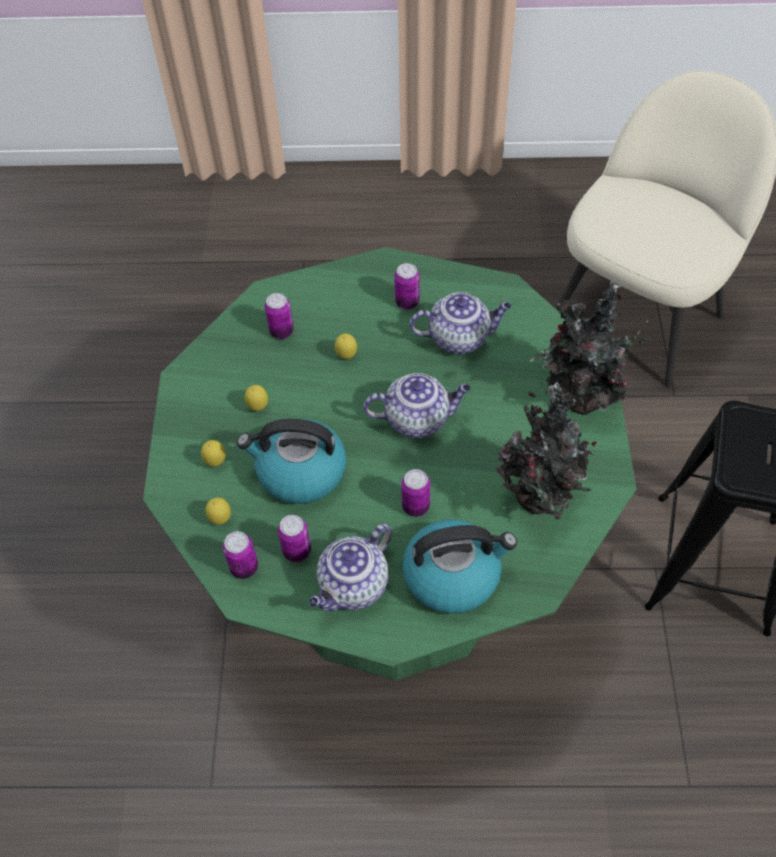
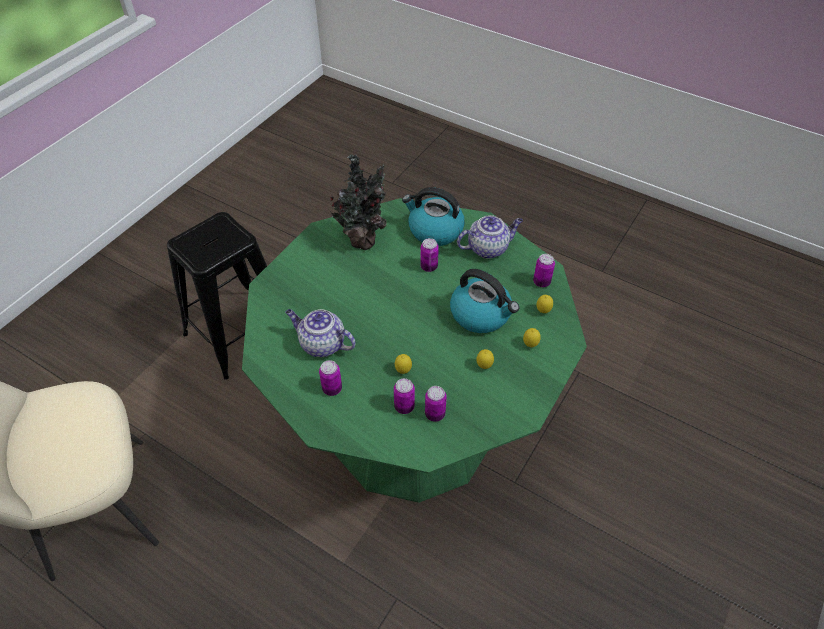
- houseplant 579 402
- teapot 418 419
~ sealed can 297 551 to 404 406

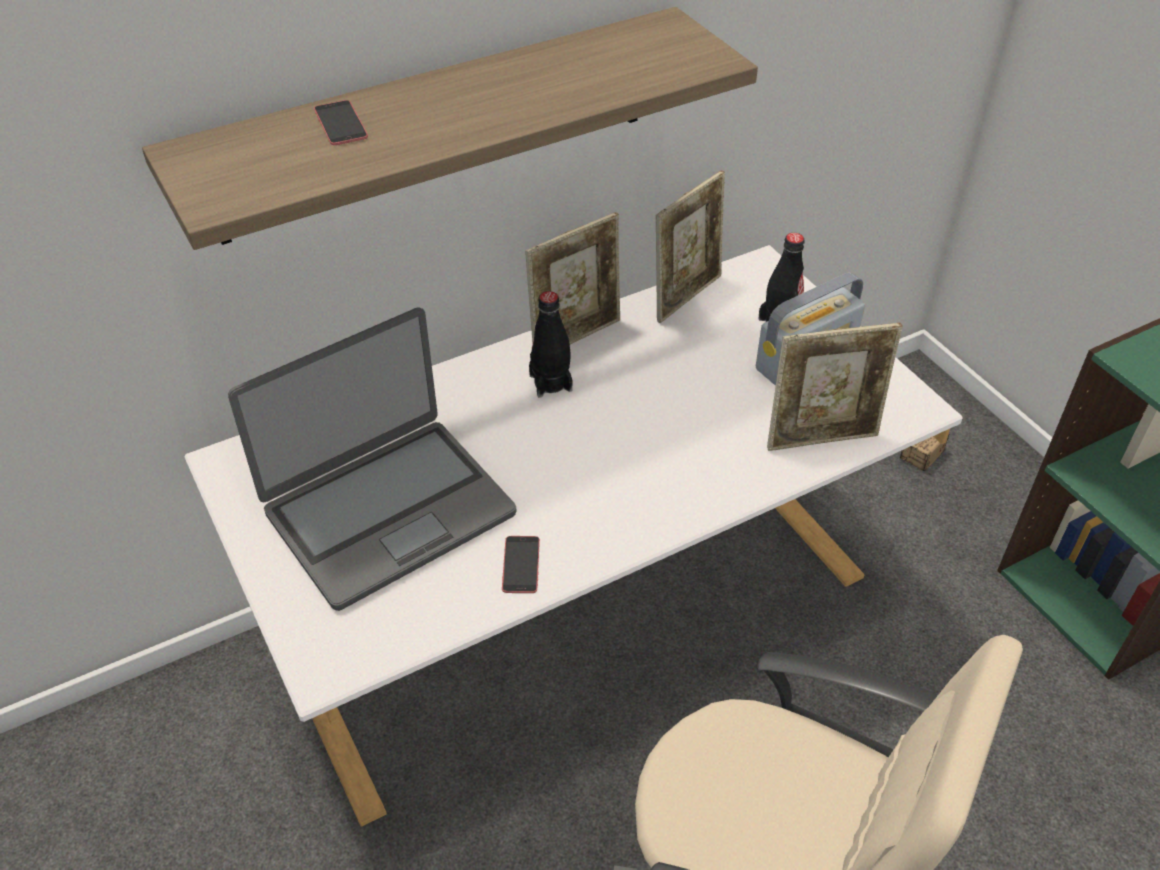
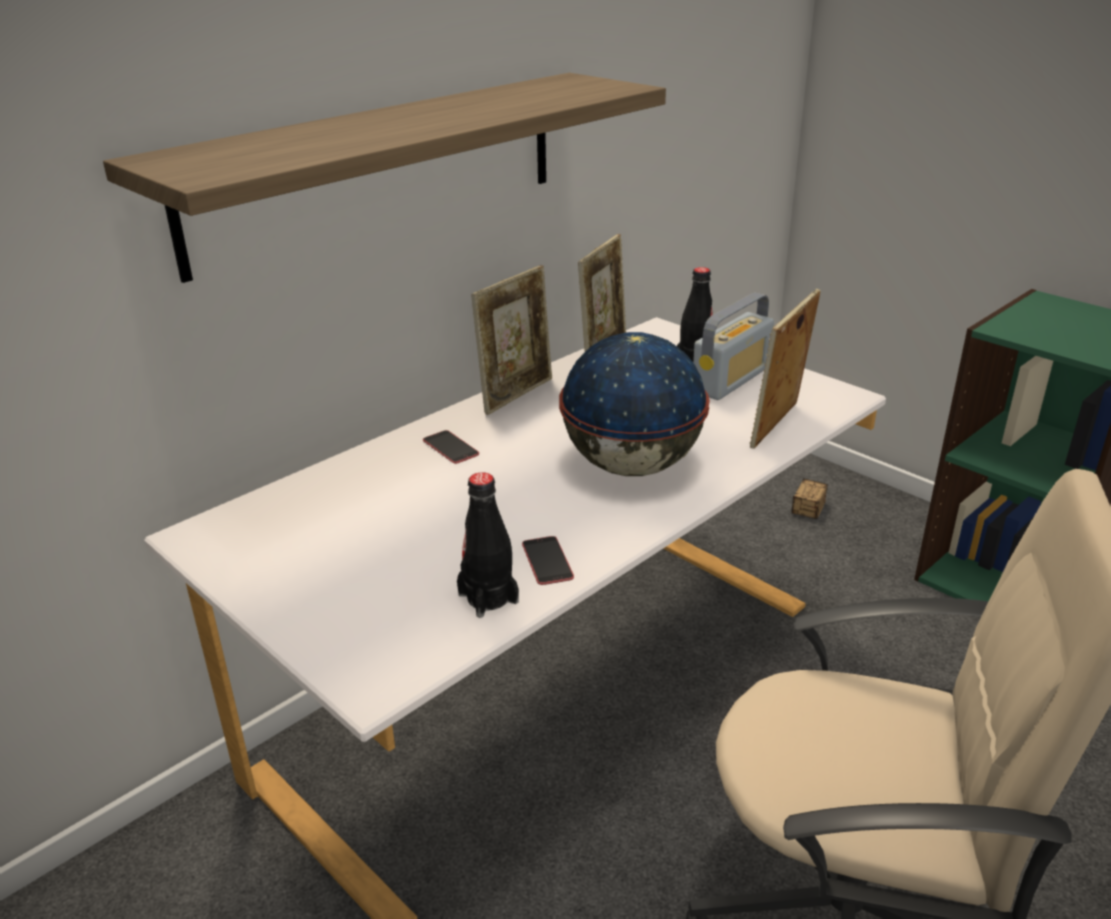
~ handset 340 123 to 450 447
~ bottle (black) 550 382 to 488 598
- portable computer 388 511
~ standing frame 822 438 = 778 427 150 degrees clockwise
+ world globe 630 466

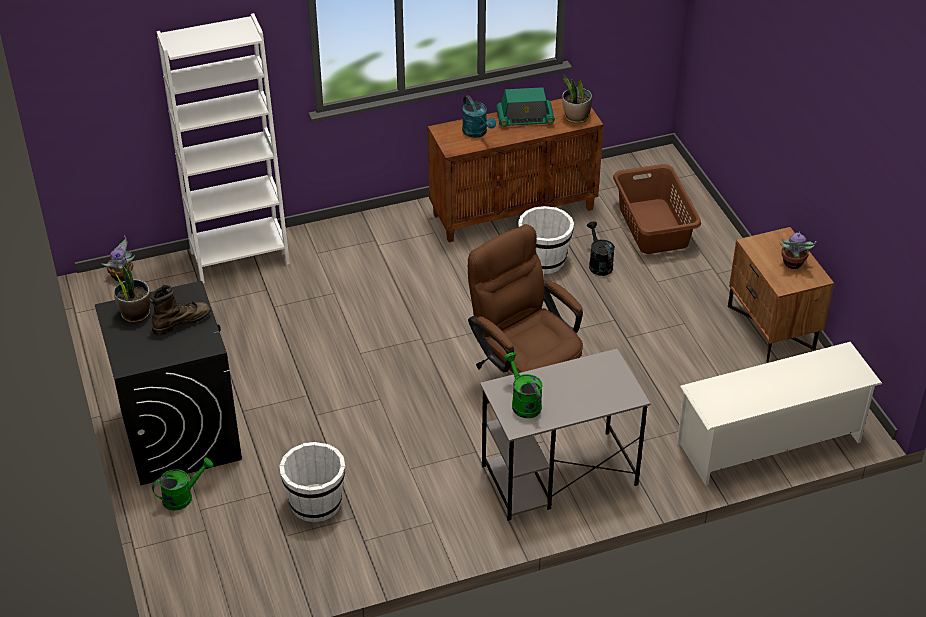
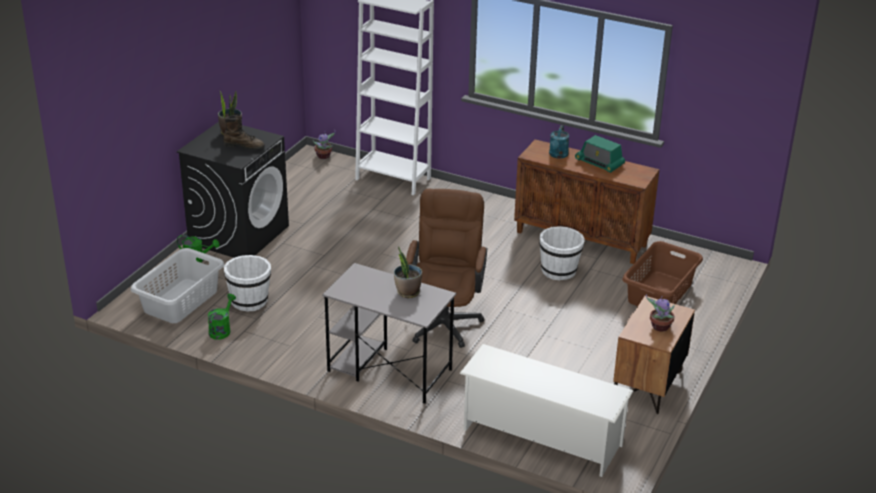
~ houseplant 576 117 to 407 292
- sprinkling can (black) 598 263
~ sprinkling can (green) 523 402 to 221 330
+ washing basket (greyish) 181 301

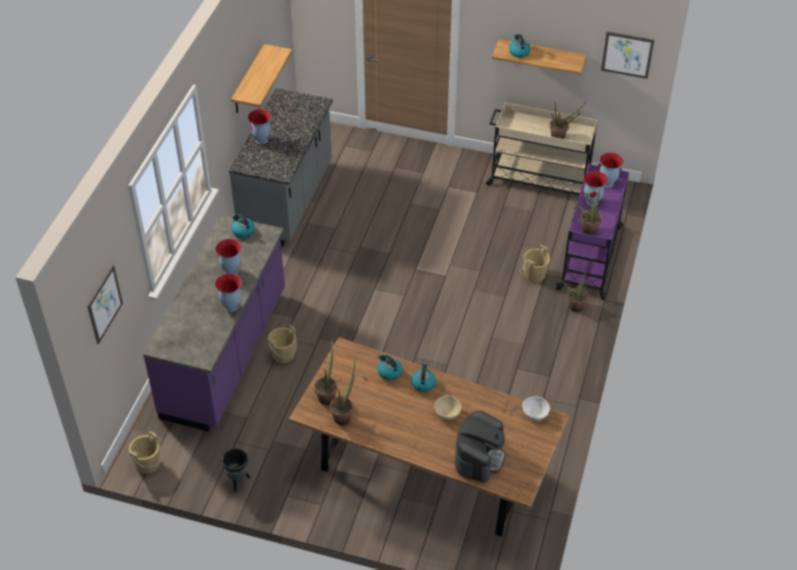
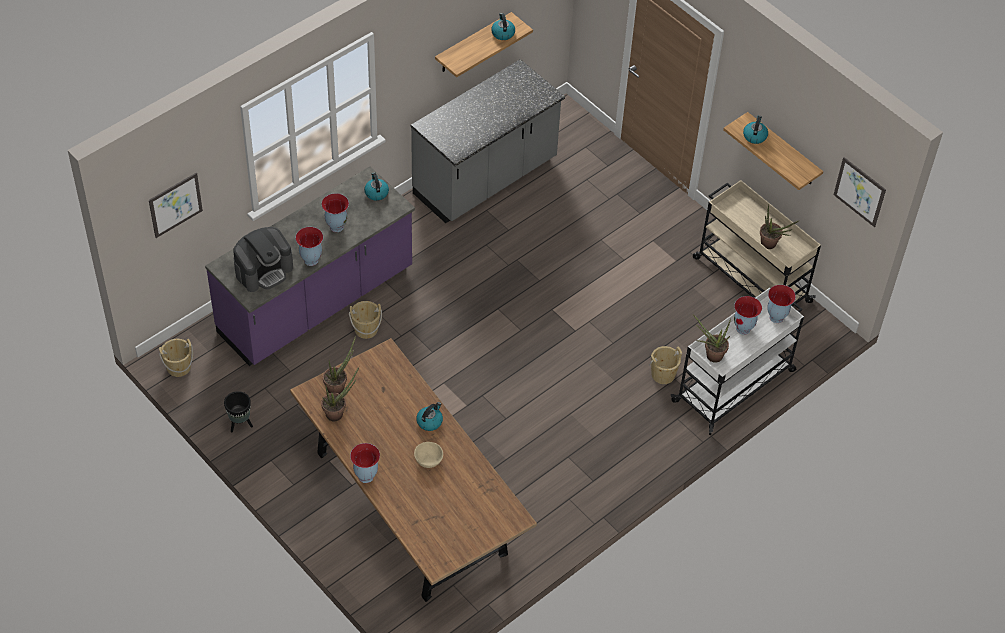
~ vase 262 140 to 366 477
~ trolley (purplish) 590 257 to trolley (white-coloured) 735 385
- houseplant 573 308
~ kettle 389 372 to 502 33
- bowl (white-coloured) 534 414
~ coffee maker 479 457 to 264 270

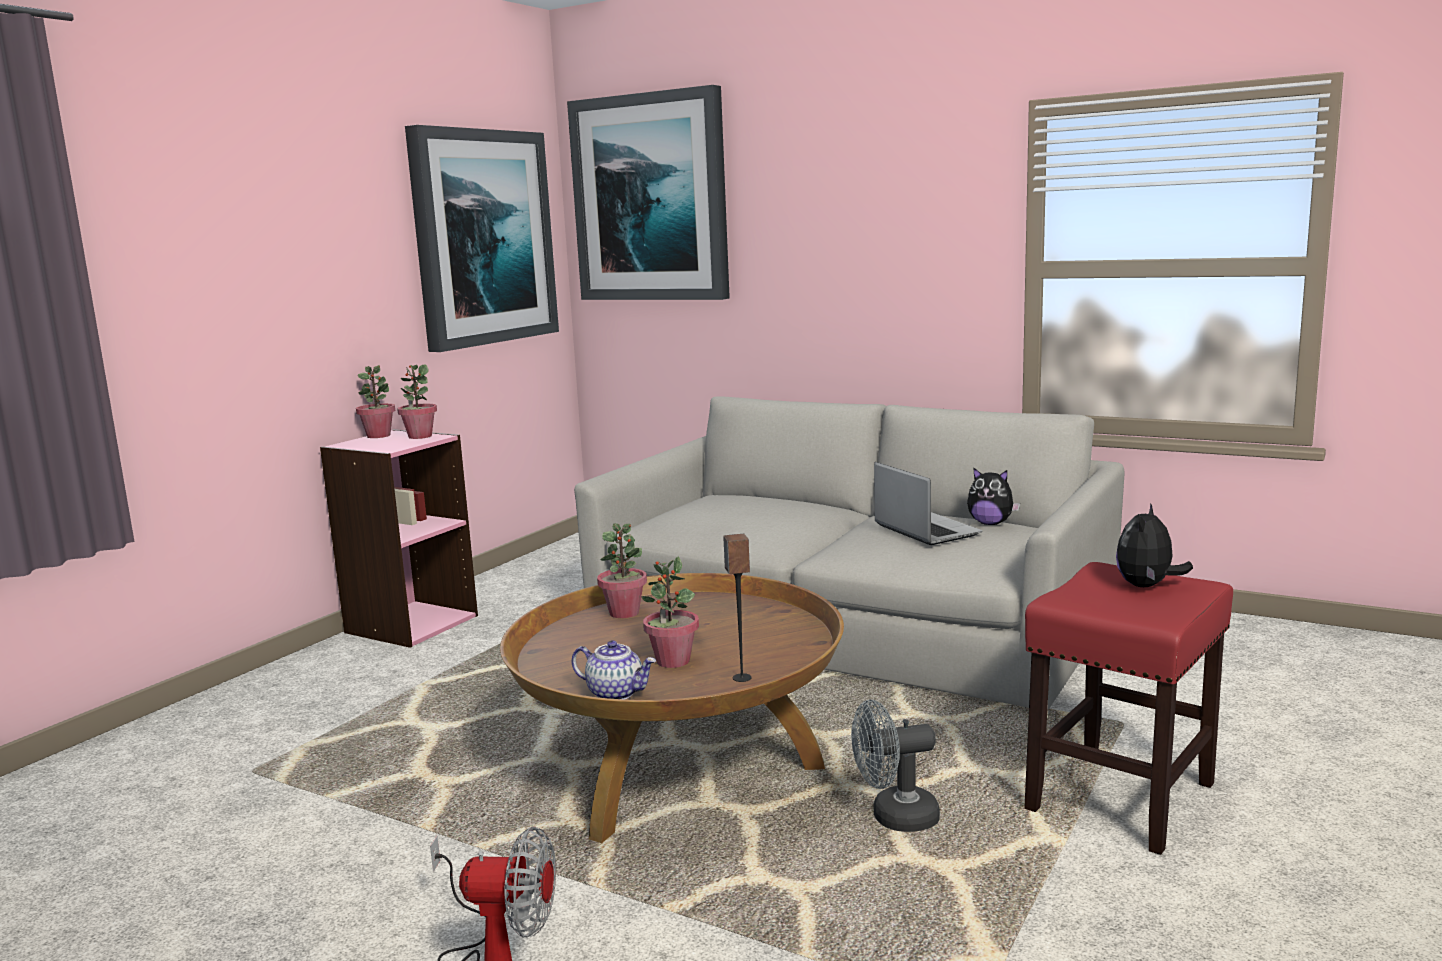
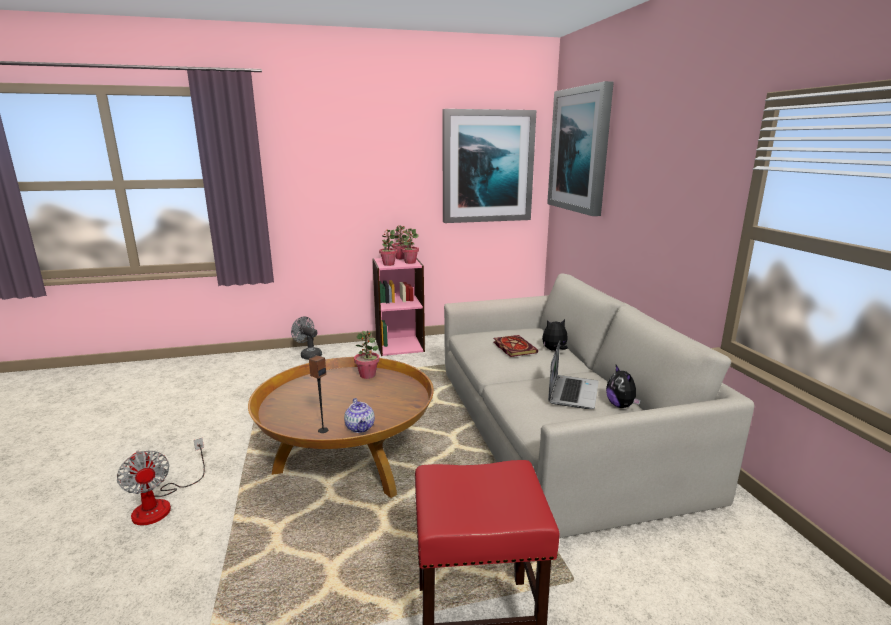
~ soft toy 1147 586 to 554 350
~ houseplant 672 661 to 388 264
~ teapot 616 693 to 360 427
~ fan (greyish) 894 818 to 308 355
+ volume 513 347

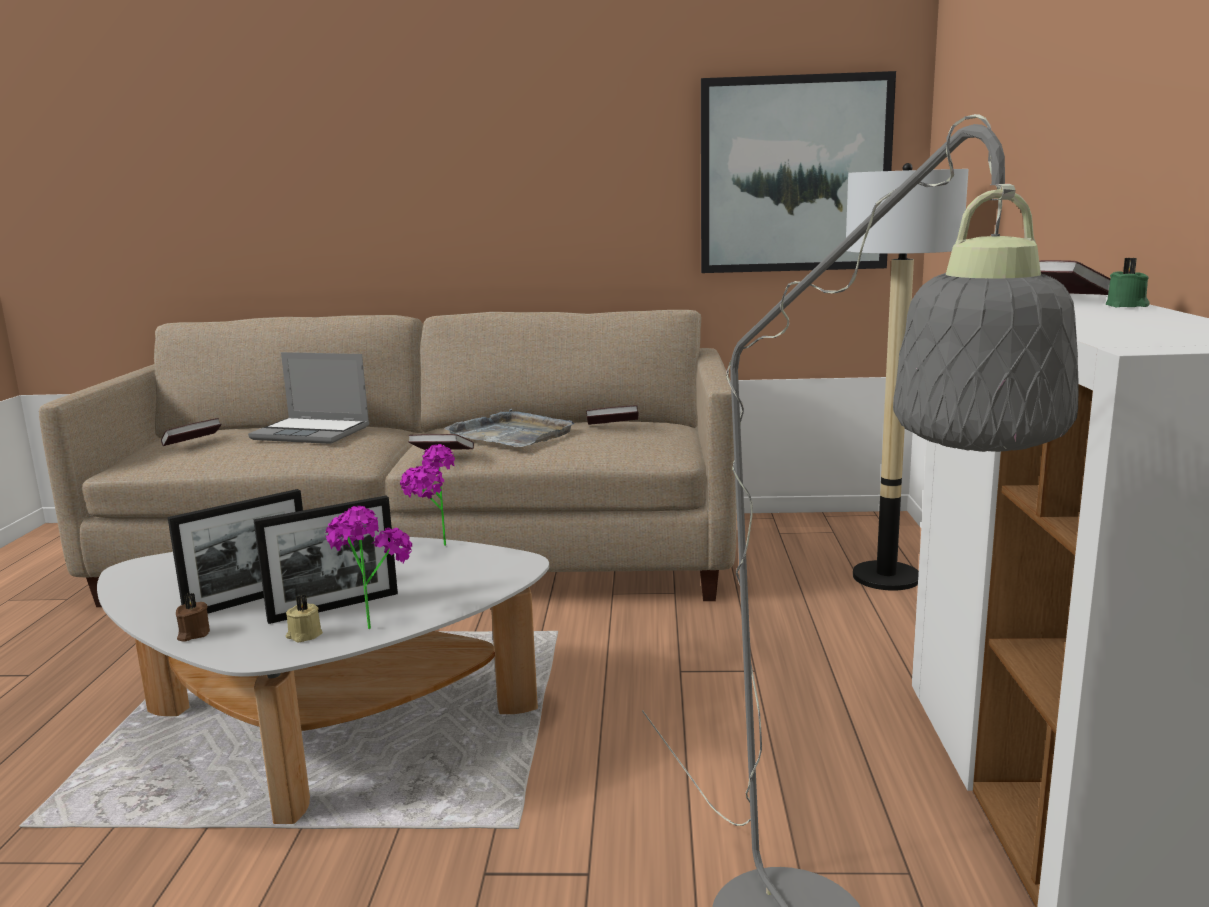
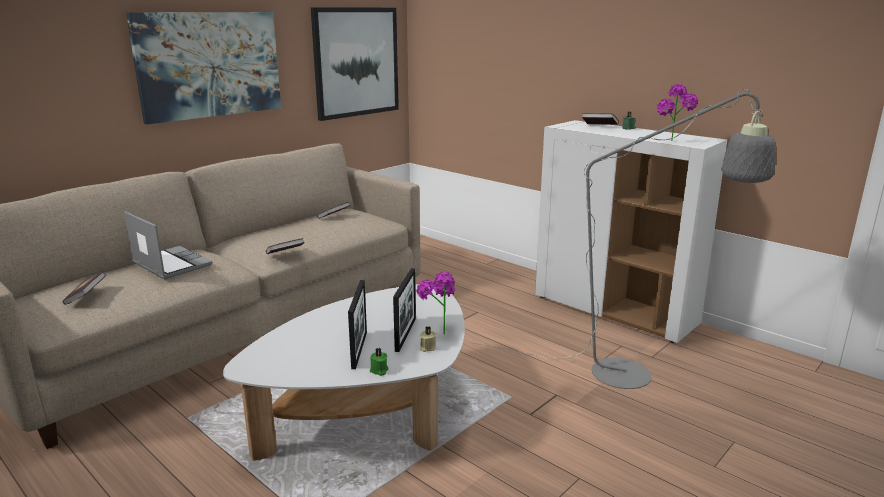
- standard lamp 885 577
~ portable computer 313 433 = 170 264 105 degrees counterclockwise
- tray (greyish) 512 434
~ houseplant 432 548 to 673 142
~ candle (brownish) 193 634 to candle (green) 379 371
+ wall picture 210 65

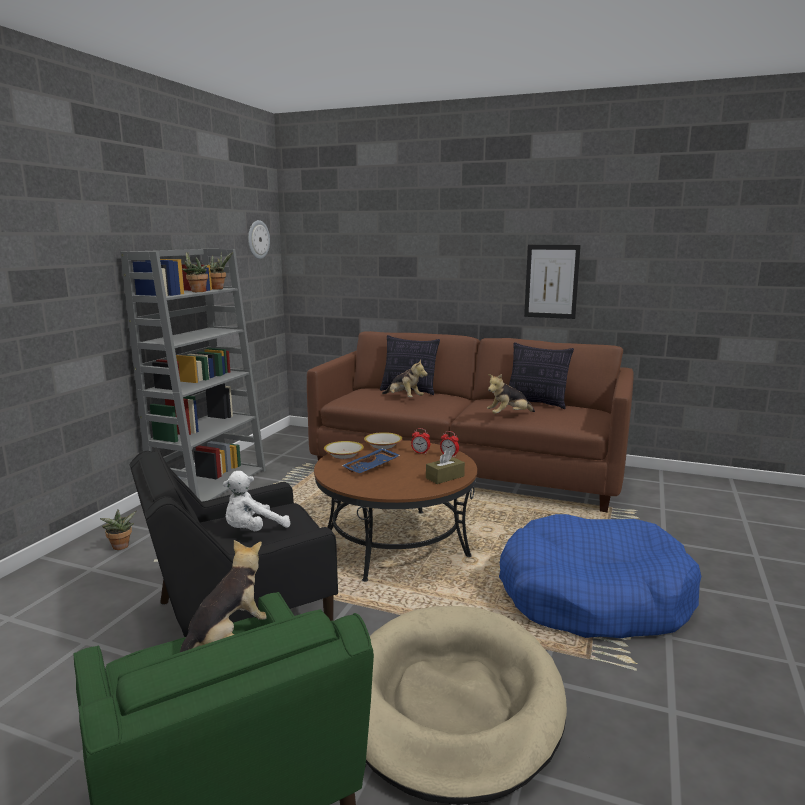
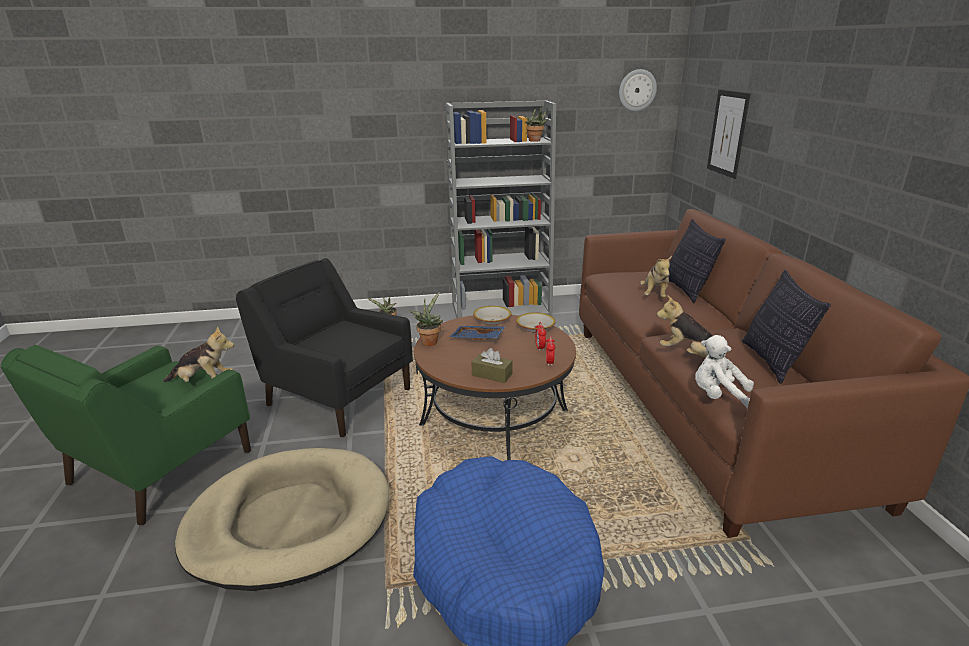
~ wall picture 551 281 to 727 133
~ houseplant 196 291 to 429 341
~ soft toy (white-coloured) 253 531 to 719 397

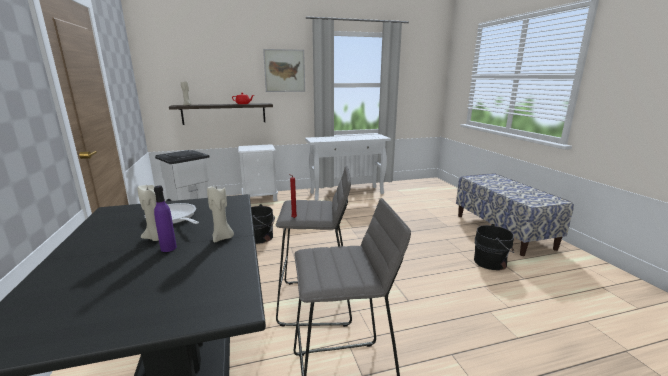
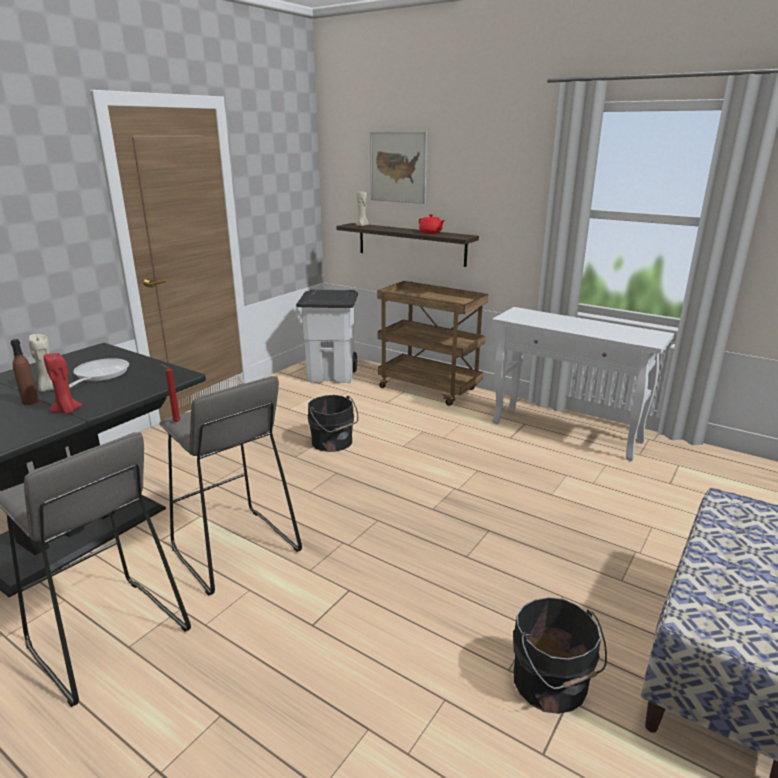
~ wall picture 284 71 to 398 167
~ night table (white-coloured) 260 198 to trolley (brownish) 430 389
~ bottle (purplish) 168 248 to bottle (brownish) 30 402
~ candle (beige) 222 238 to candle (reddish) 67 411

